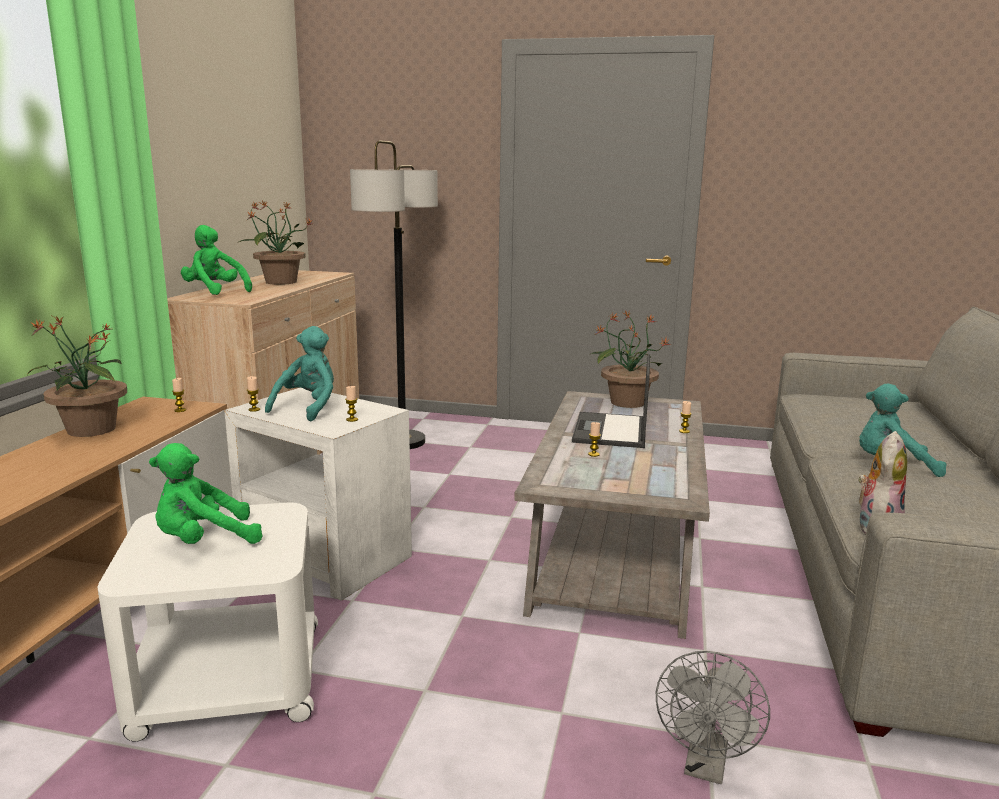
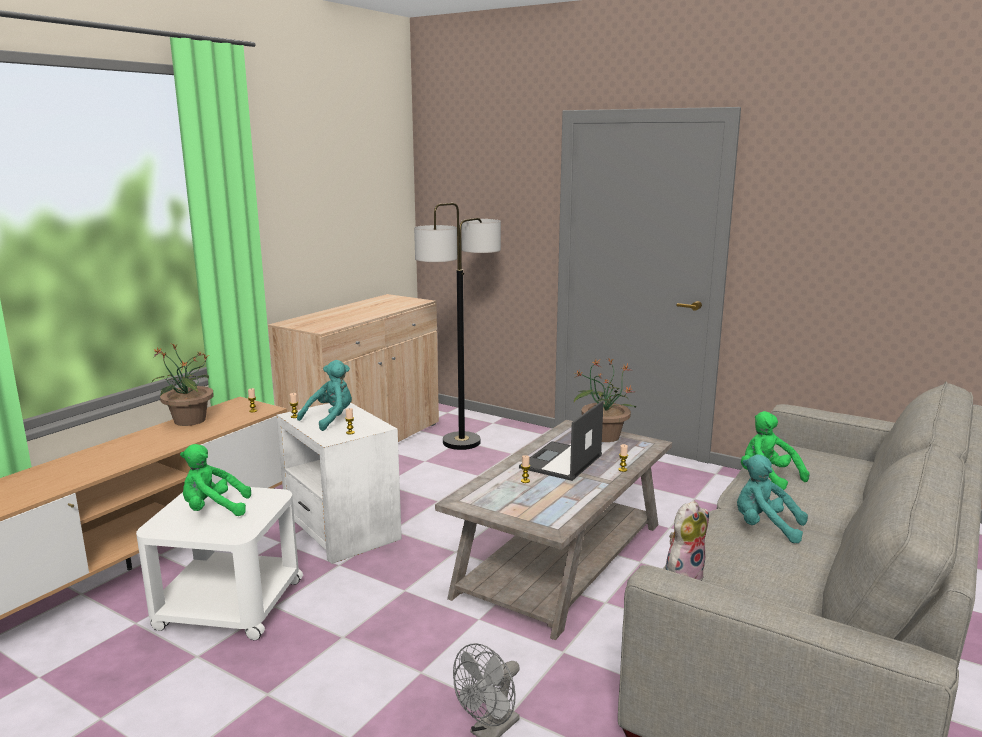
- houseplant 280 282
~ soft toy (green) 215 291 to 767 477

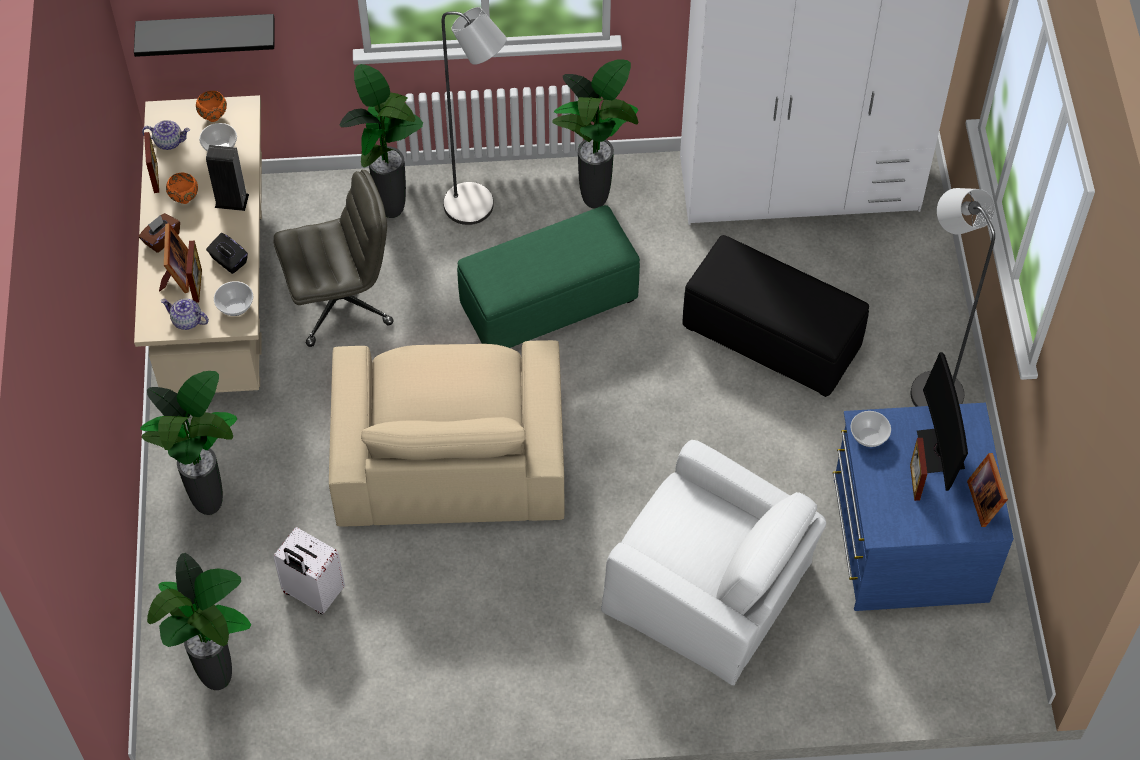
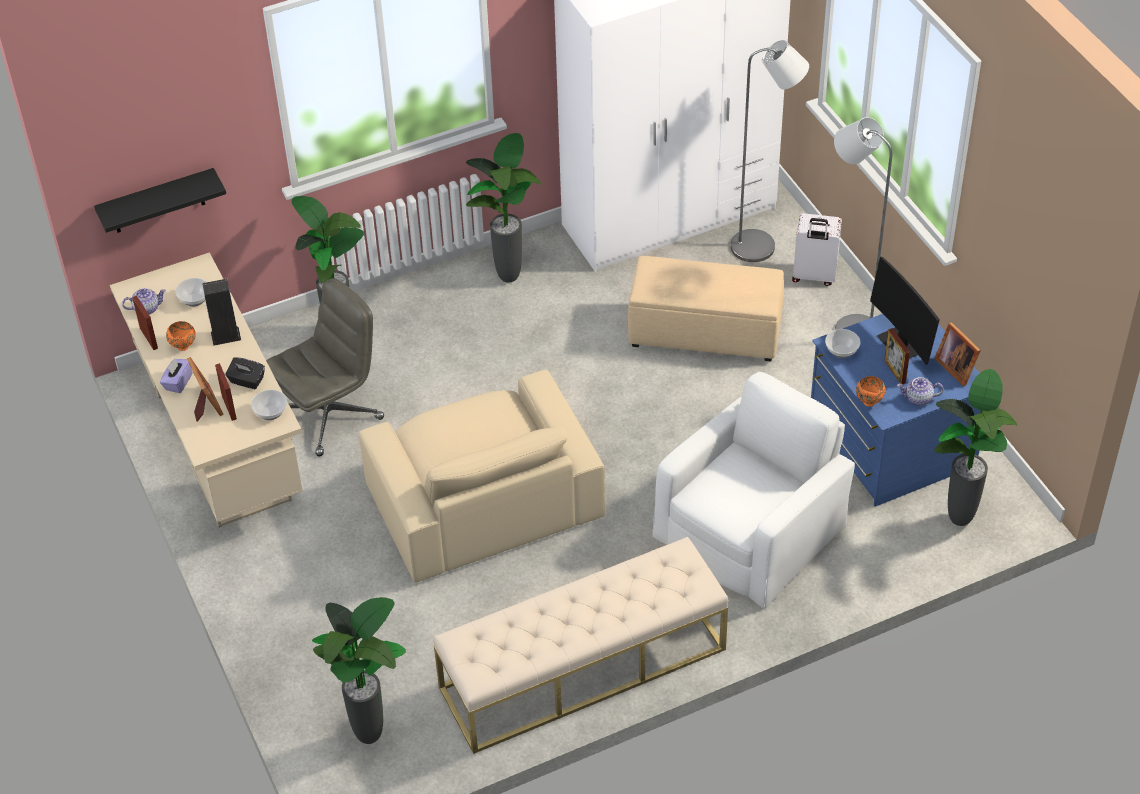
~ standard lamp (greyish) 477 208 to 761 247
~ bowl (orangey) 214 117 to 869 402
- ottoman (green) 550 303
~ tissue box (brownish) 161 239 to tissue box (purplish) 178 382
~ ottoman (black) 772 339 to ottoman (beige) 706 333
~ teapot 186 321 to 918 399
~ houseplant 212 506 to 961 518
~ armchair (white-coloured) 710 589 = 751 529 60 degrees counterclockwise
~ travel case (white-coloured) 312 593 to 813 276
+ bench (beige) 582 669

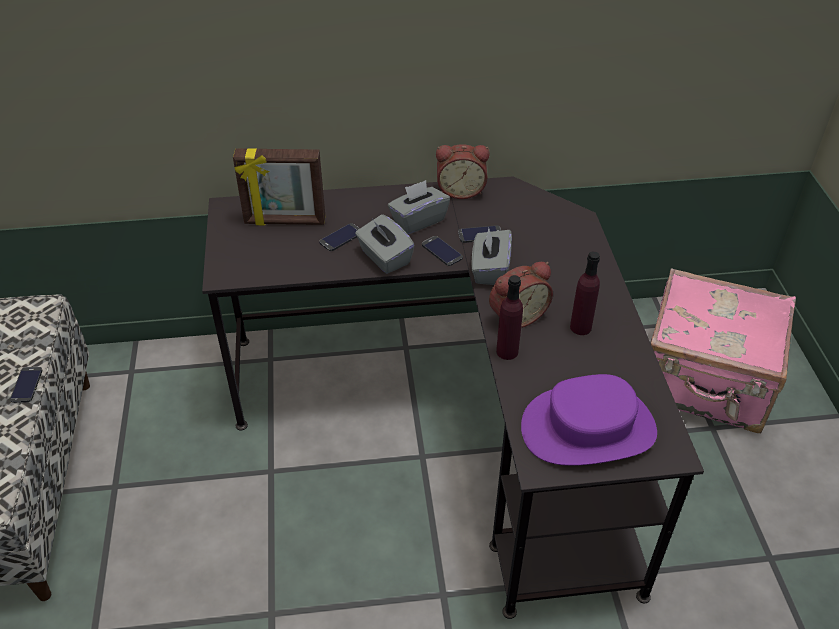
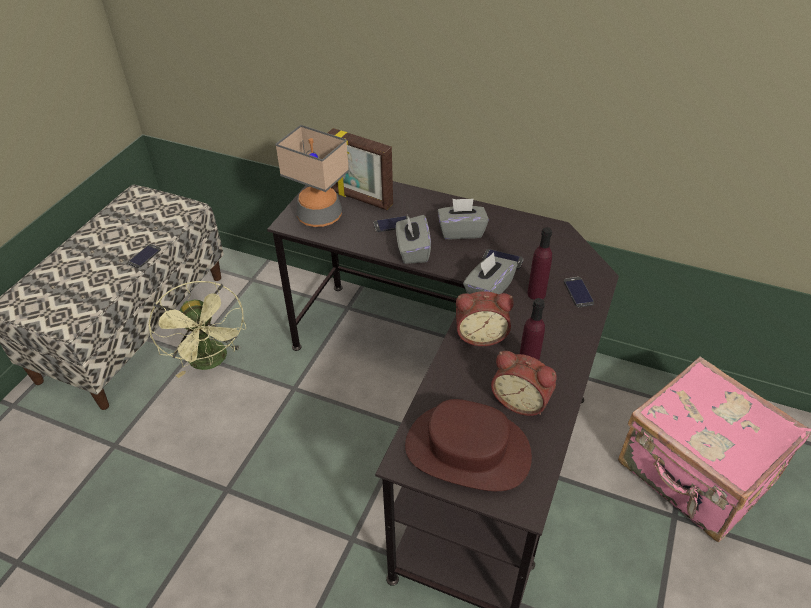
~ alarm clock 460 190 to 521 400
~ handset 442 251 to 578 292
~ bottle (purplish) 507 351 to 536 293
~ clothing hat (purplish) 588 429 to clothing hat (brownish) 467 451
+ lamp for a table 320 216
+ fan (green) 211 361

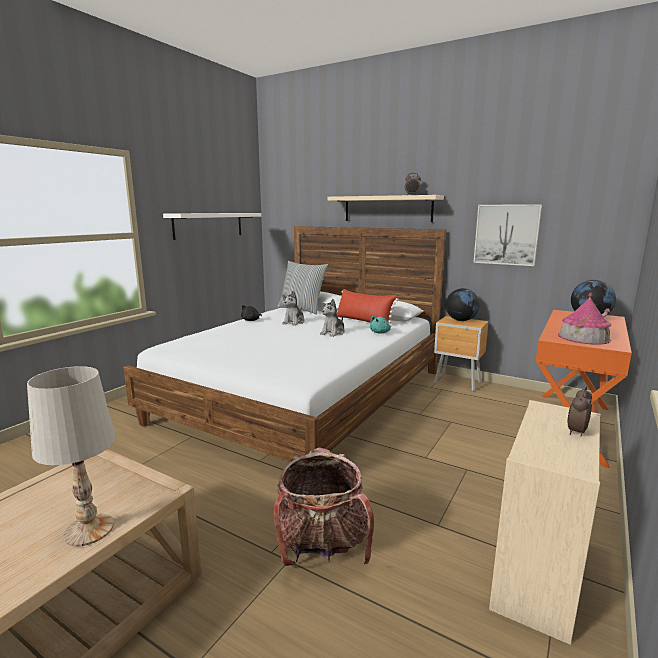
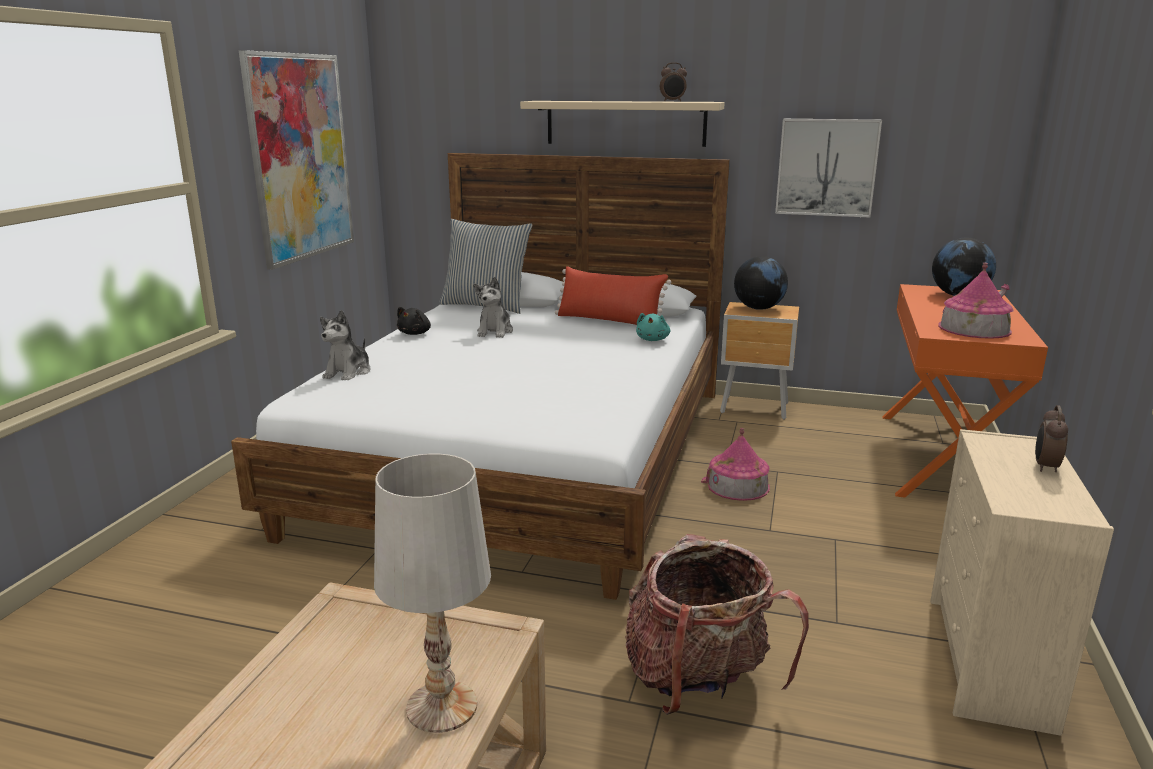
~ bracket shelf (white-coloured) 209 225 to wall picture 300 157
~ soft toy 333 333 to 348 373
+ miniature house 737 485

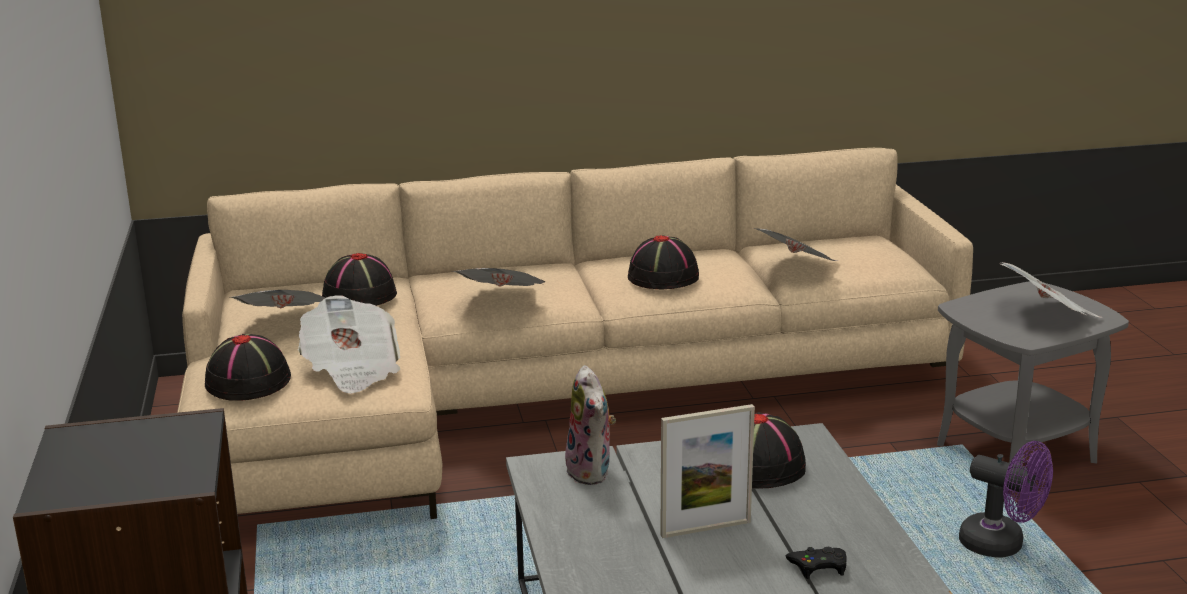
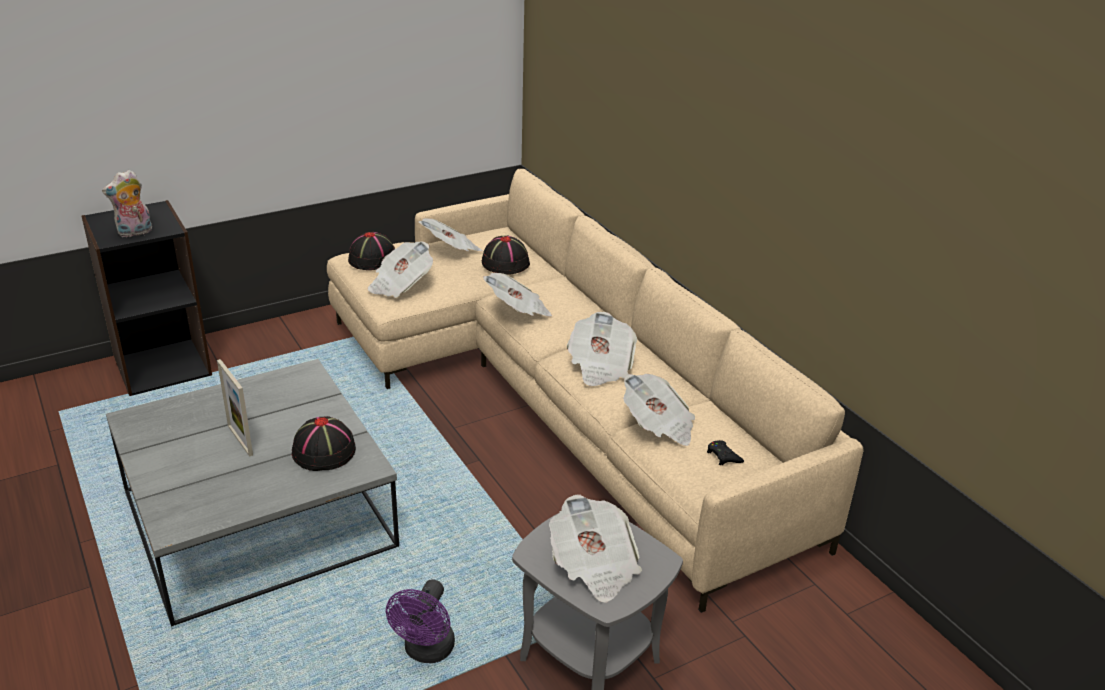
~ clothing hat (black) 664 276 to printed paper 600 366
~ soft toy 592 472 to 134 233
~ game controller (black) 819 567 to 723 456

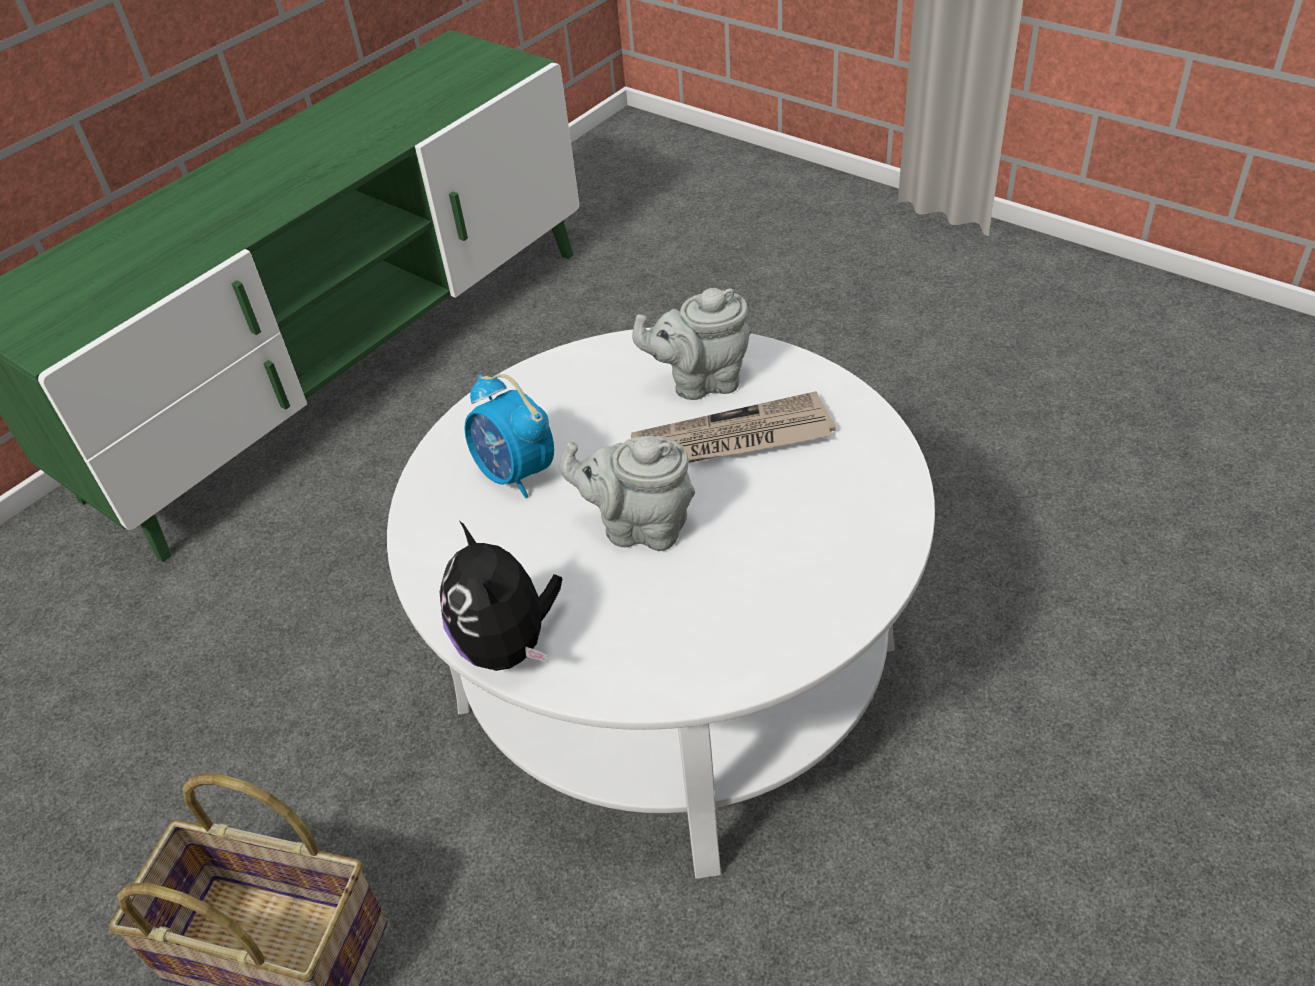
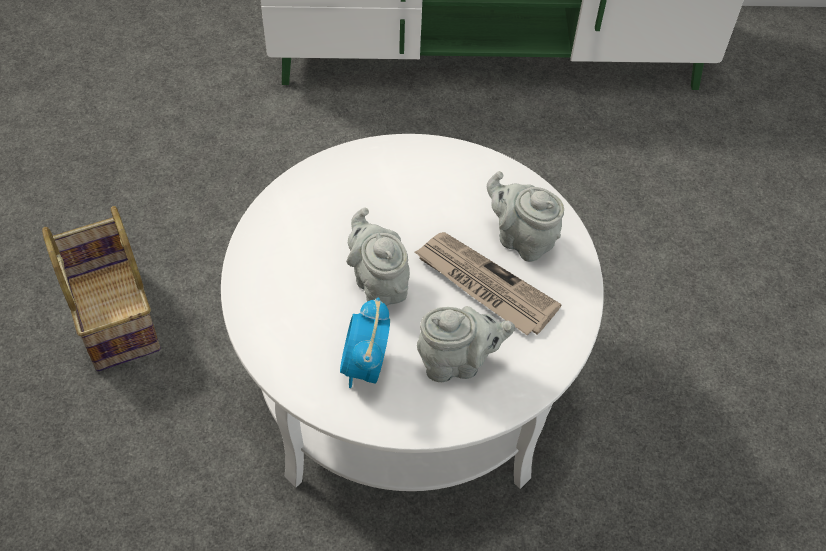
~ alarm clock 516 474 to 365 366
- soft toy 509 645
+ teapot (greyish) 457 362

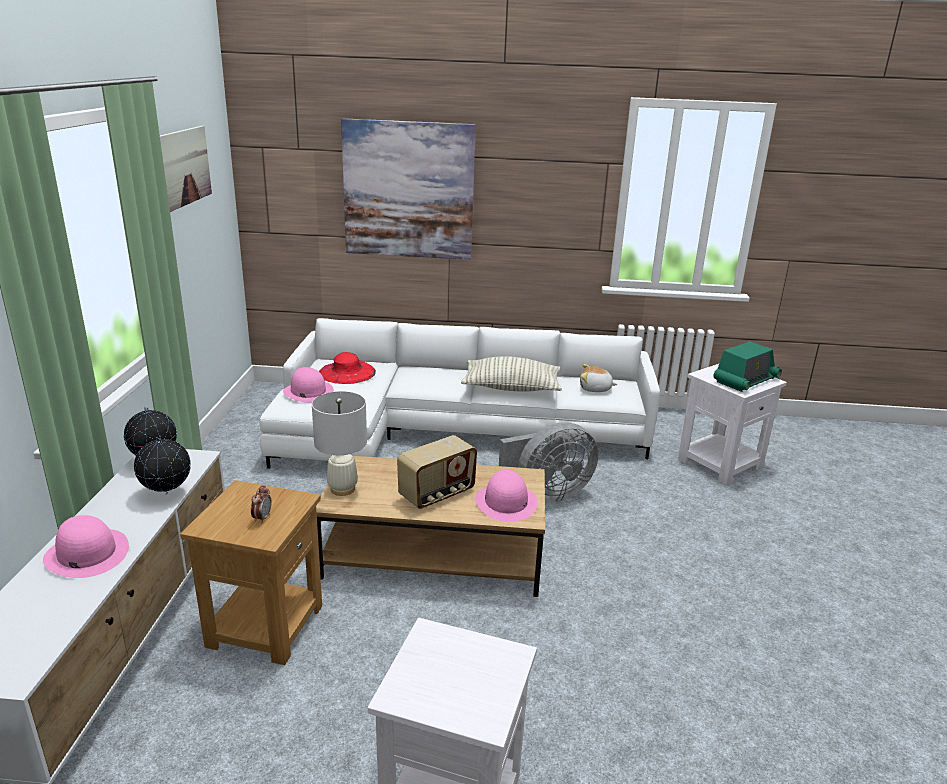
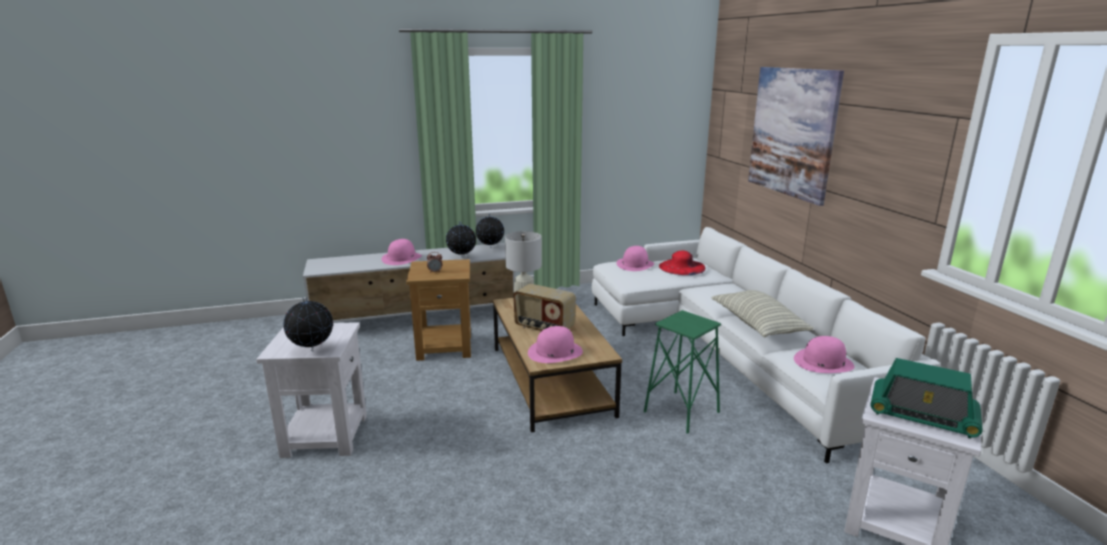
- wall picture 183 167
~ soft toy 595 389 to clothing hat (pink-coloured) 823 362
~ fan (greyish) 547 494 to stool seat (green) 681 412
+ world globe 312 350

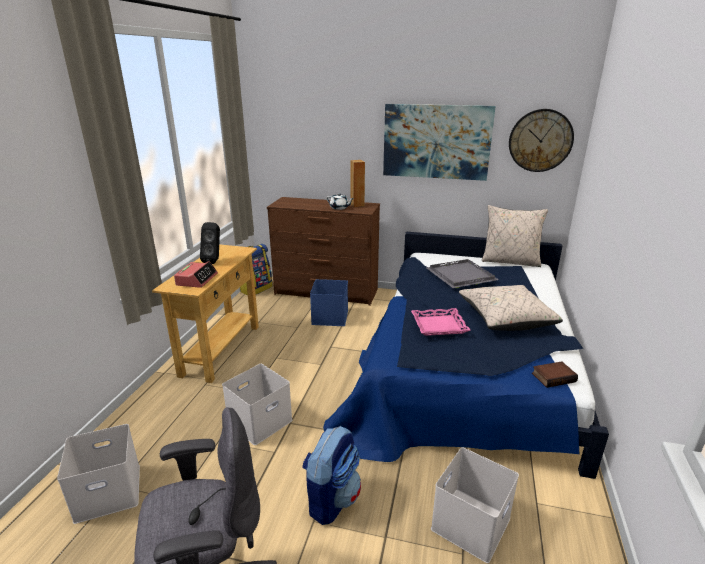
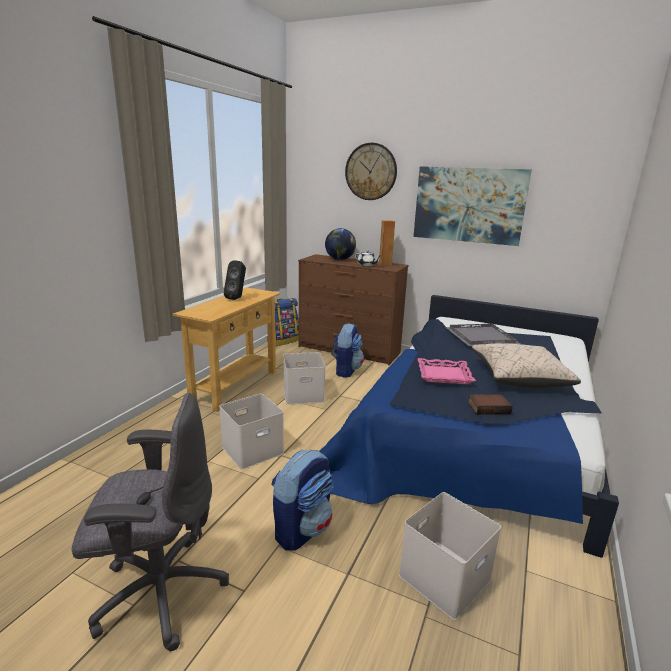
~ wall clock 540 140 to 371 172
- cushion (beige) 510 261
- alarm clock 197 279
~ storage container (blue-coloured) 329 316 to backpack 346 370
~ volume 553 377 to 489 407
~ storage container (white-coloured) 110 491 to 304 394
+ world globe 340 259

